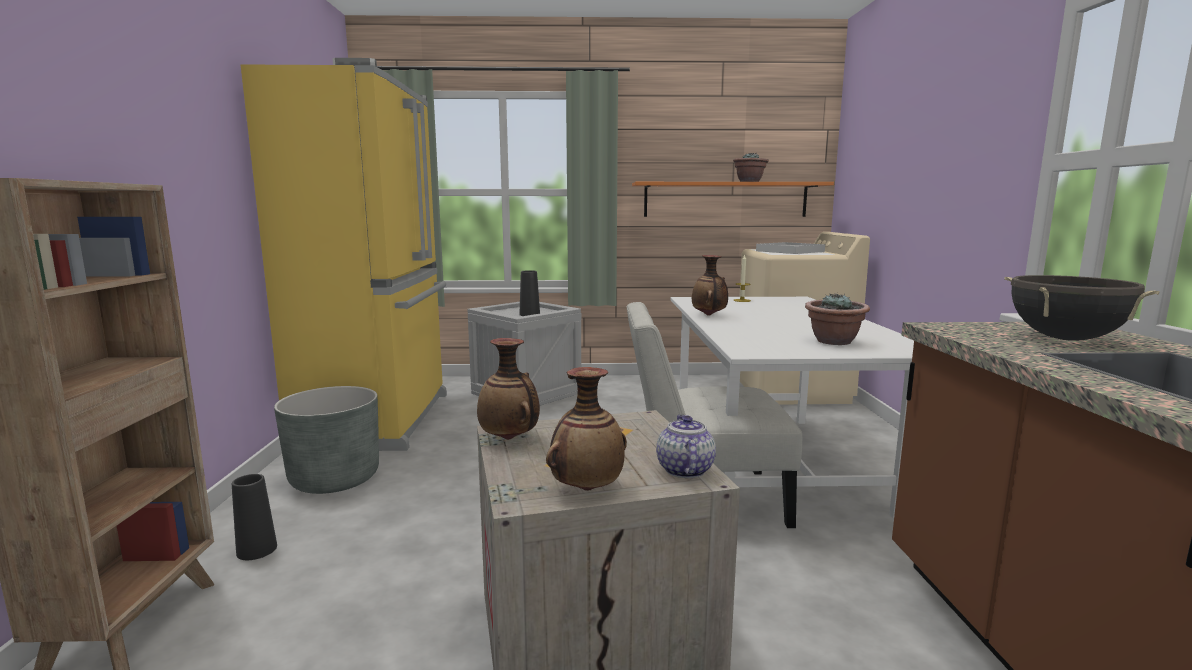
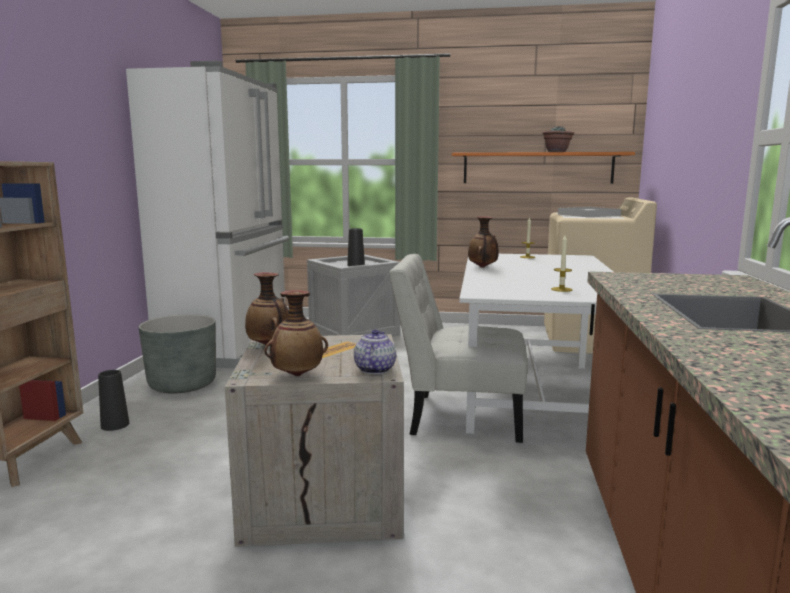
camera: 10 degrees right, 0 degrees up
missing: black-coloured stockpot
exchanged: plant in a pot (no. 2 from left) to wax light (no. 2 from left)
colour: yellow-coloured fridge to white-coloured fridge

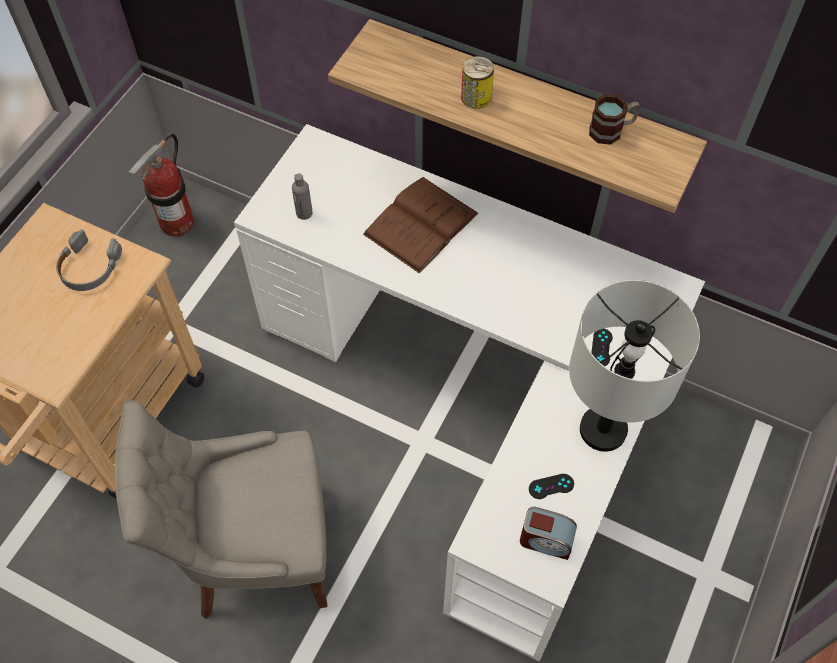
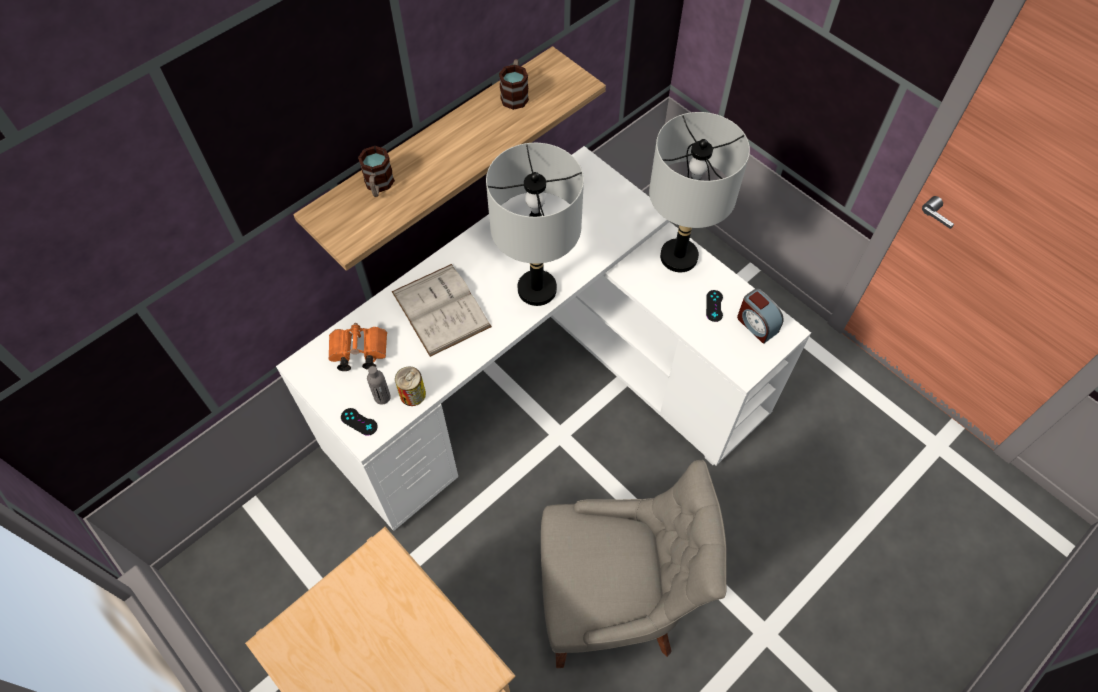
camera: 70 degrees left, 0 degrees up
missing: gray pair of headphones; fire-fighting cylinder
appeared: orange binoculars; tea mug (no. 1 from left); gray table lamp (no. 1 from left)
relocated: metal can; black-coloured joypad (no. 2 from left in the first image) to black-coloured joypad (no. 1 from left)
colour: brown volume to white-coloured volume
spun: gray plain chair 105 degrees counterclockwise; alarm clock 105 degrees clockwise

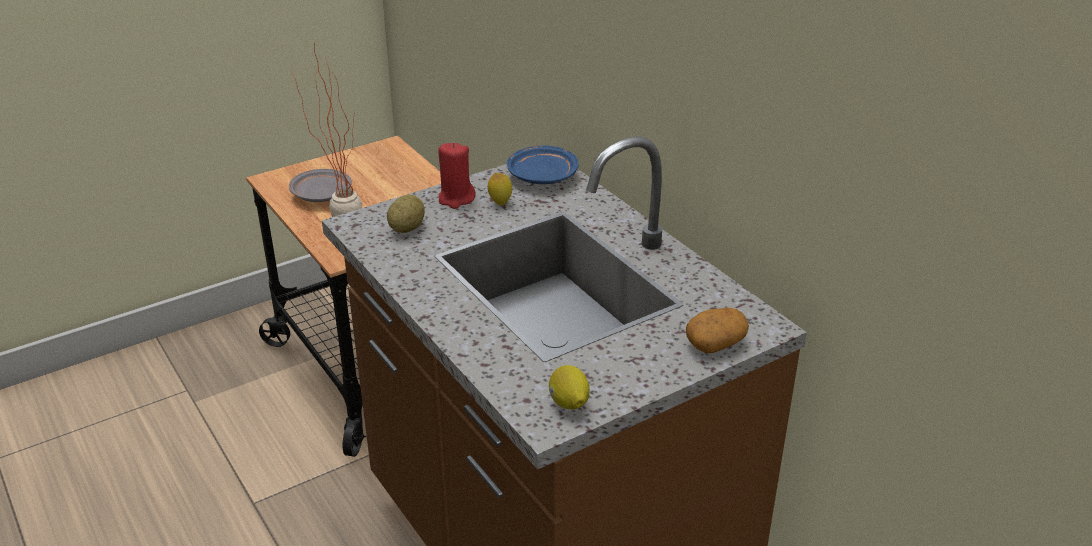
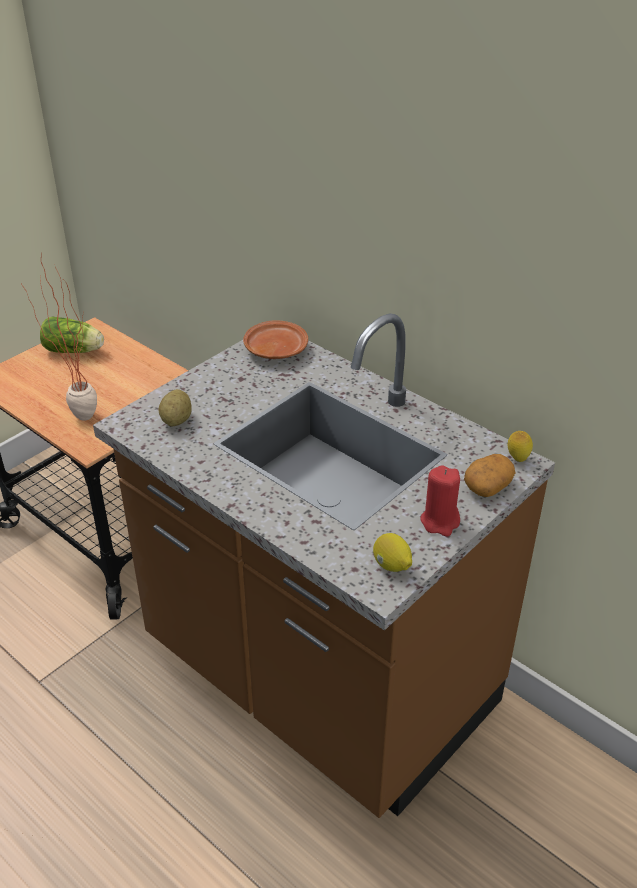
camera: 15 degrees left, 5 degrees up
missing: gray flat dish
appeared: head of lettuce
relocated: red wax light; whole lemon (no. 1 from left in the first image) to whole lemon (no. 2 from left)
colour: bluish flat dish to brown flat dish

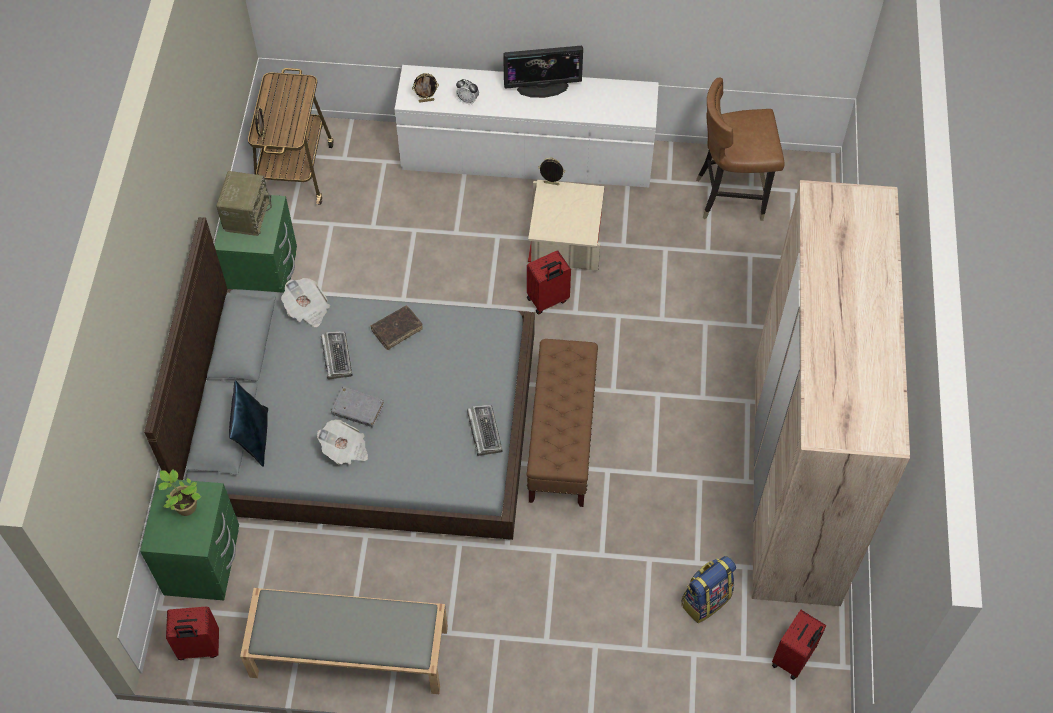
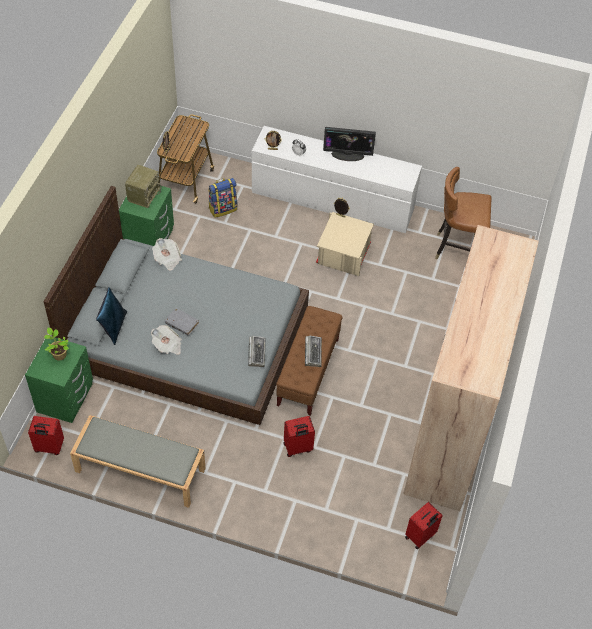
camera: 10 degrees right, 5 degrees down
missing: brown volume
relocated: PC keyboard (no. 1 from left in the first image) to PC keyboard (no. 2 from left); red travel case (no. 2 from left); knapsack

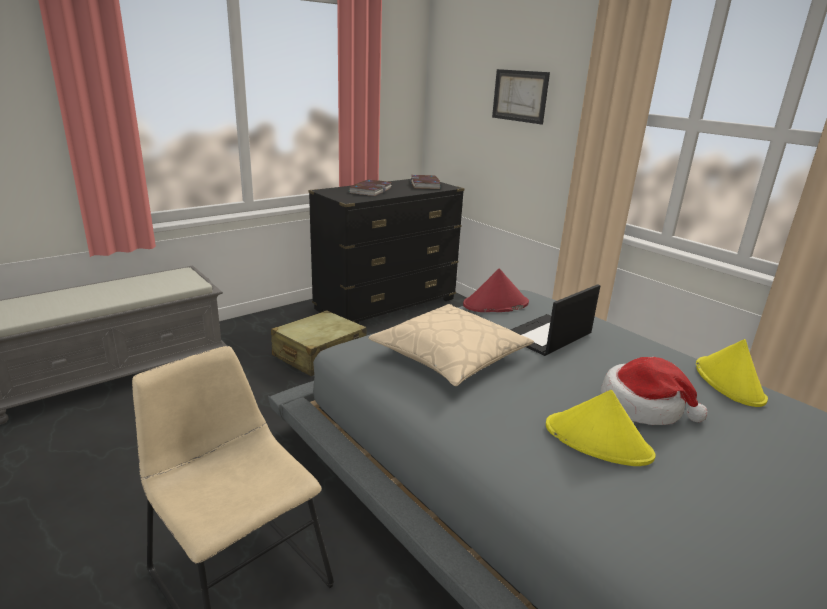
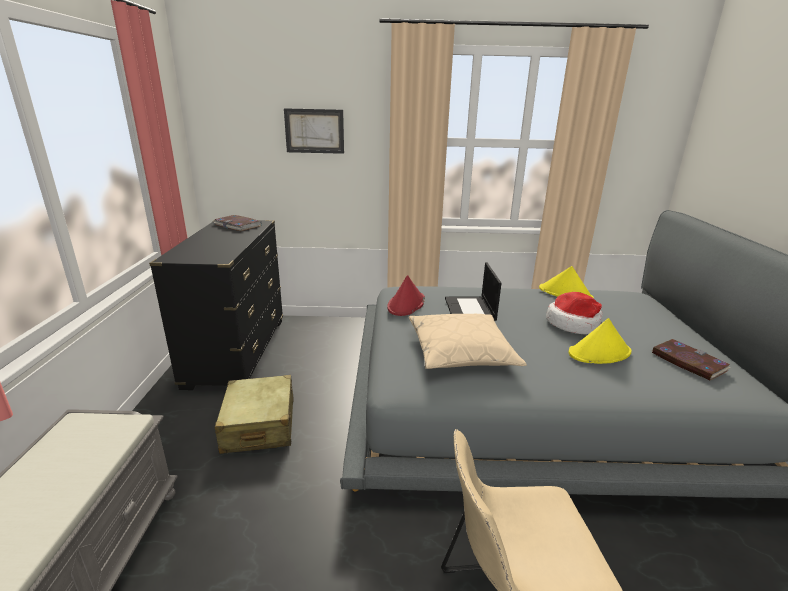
camera: 50 degrees left, 0 degrees up
relocated: volume (no. 1 from left in the first image) to volume (no. 2 from left)

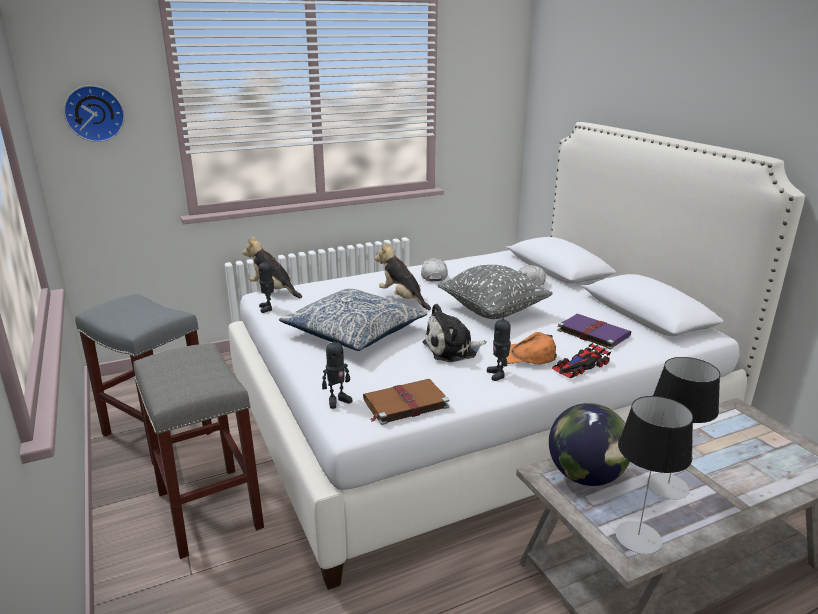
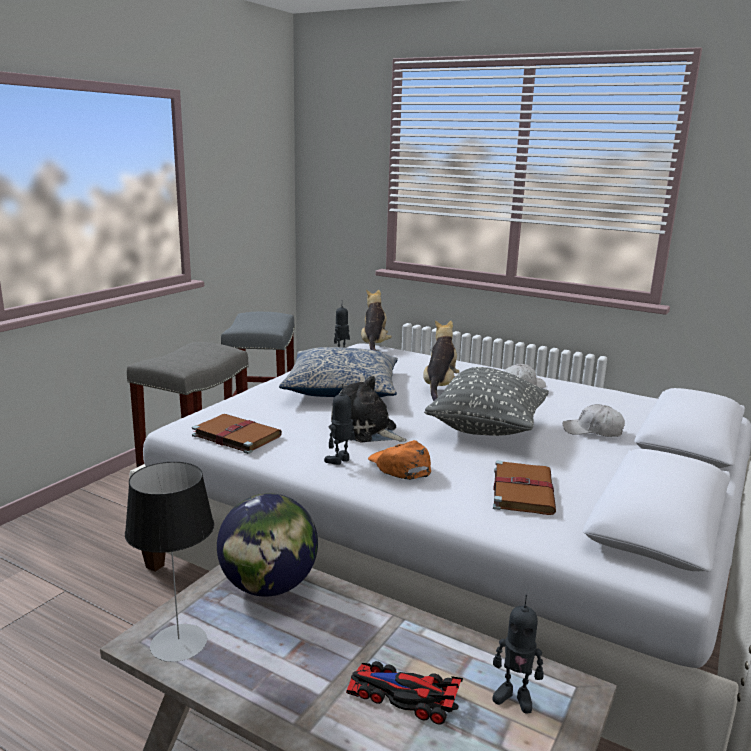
camera: 55 degrees right, 5 degrees down
missing: clock on the wall; table lamp (no. 2 from left)
relocated: toy robot (no. 2 from left in the first image) to toy robot (no. 3 from left); model car
colour: purplish volume to brown volume (no. 2 from left)

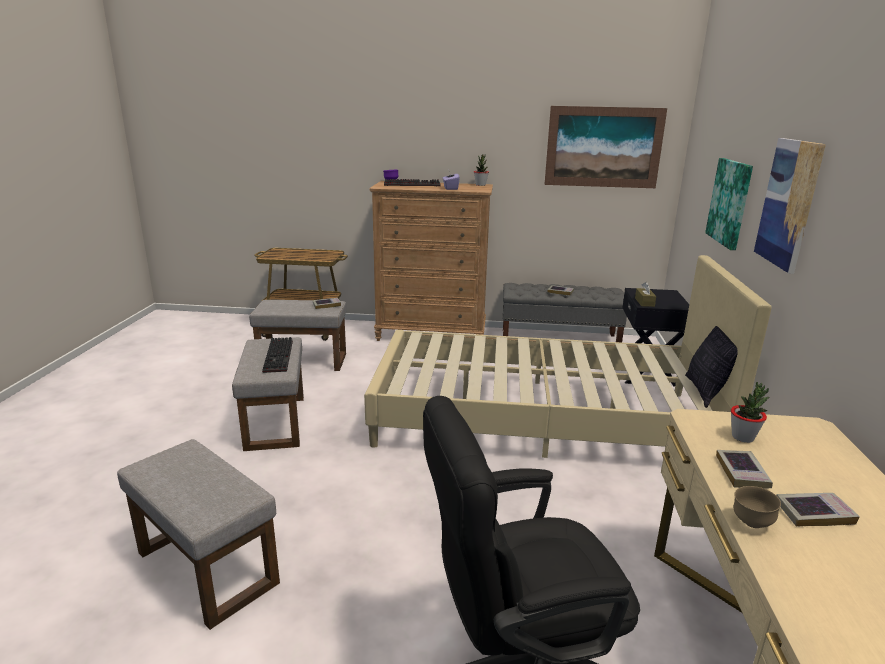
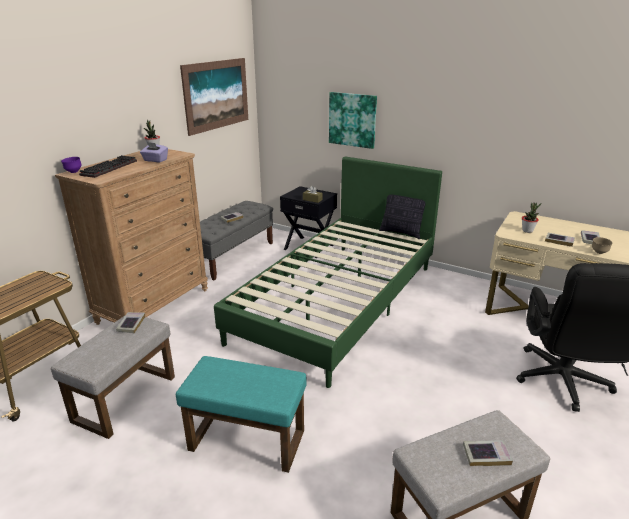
camera: 65 degrees left, 5 degrees up
missing: PC keyboard (no. 1 from left); wall picture (no. 3 from left)
appeared: volume (no. 3 from left)
colour: gray footrest (no. 2 from left) to turquoise footrest; sand-coloured sleeping bed to green sleeping bed

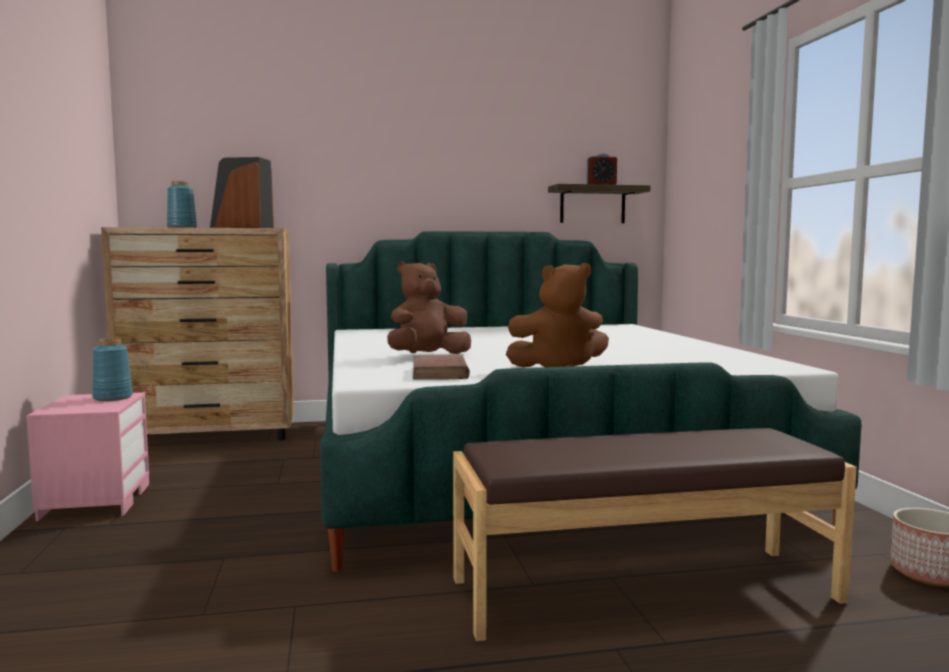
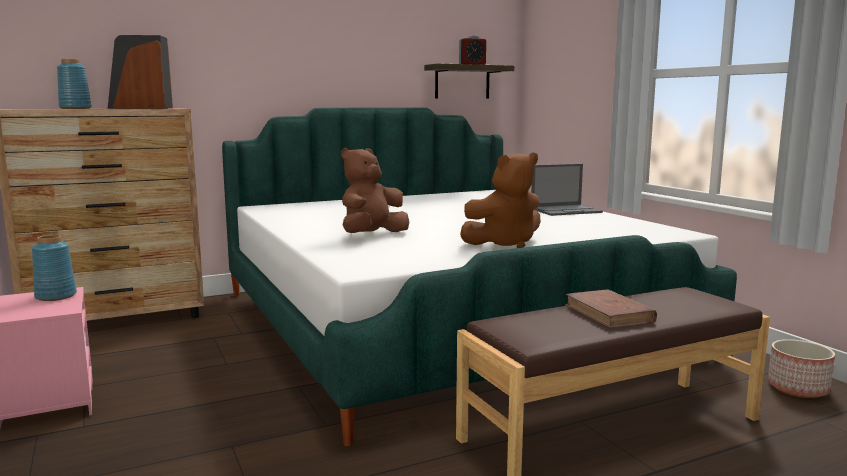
camera: 15 degrees left, 5 degrees up
appeared: notebook computer
relocated: brown volume

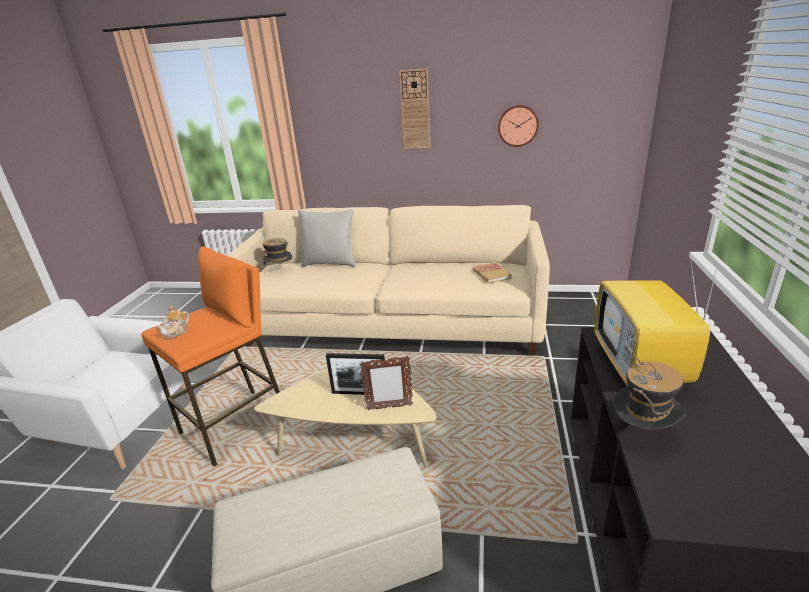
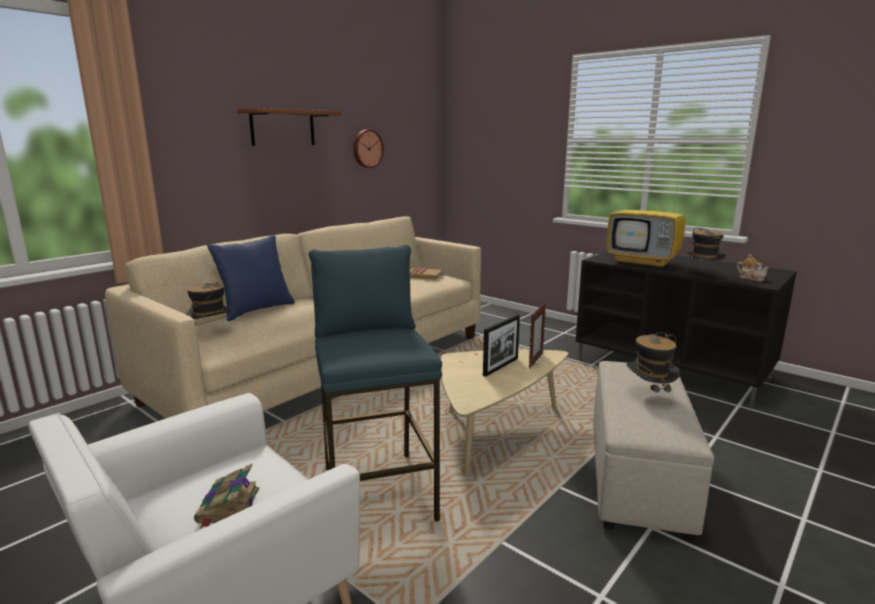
camera: 60 degrees left, 10 degrees down
appeared: volume (no. 1 from left); wearable hat (no. 2 from left)
relocated: tea pot
exchanged: clock on the wall (no. 1 from left) to shelf
colour: orange sitting stool to bluish sitting stool; gray pillow to bluish pillow

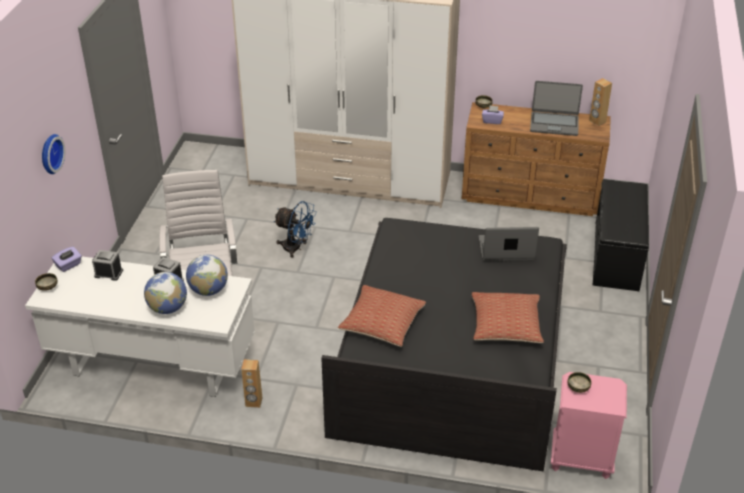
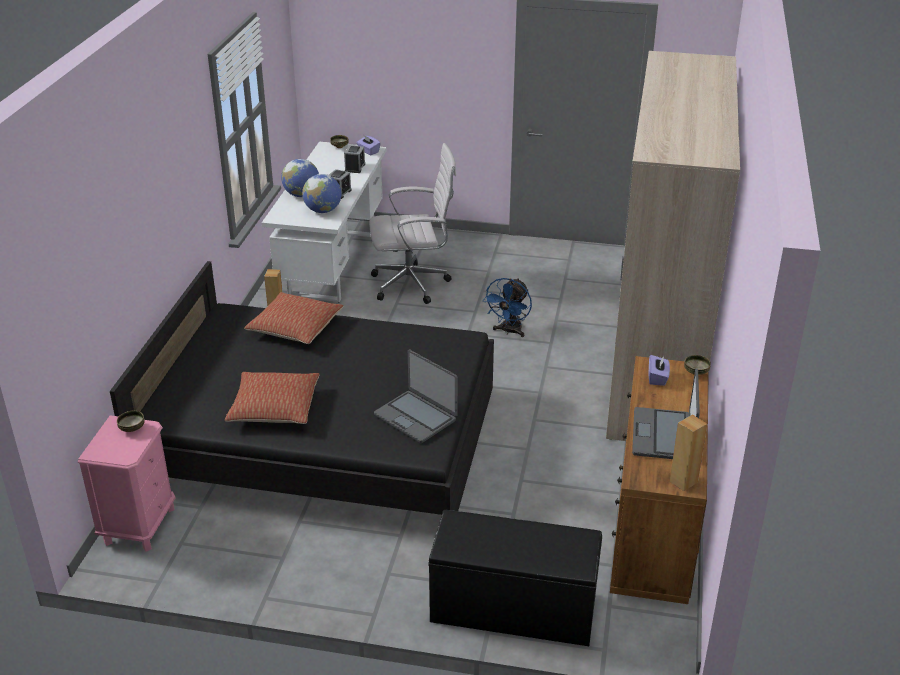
camera: 90 degrees right, 5 degrees down
missing: clock on the wall
spun: notebook computer (no. 1 from left) 135 degrees clockwise

